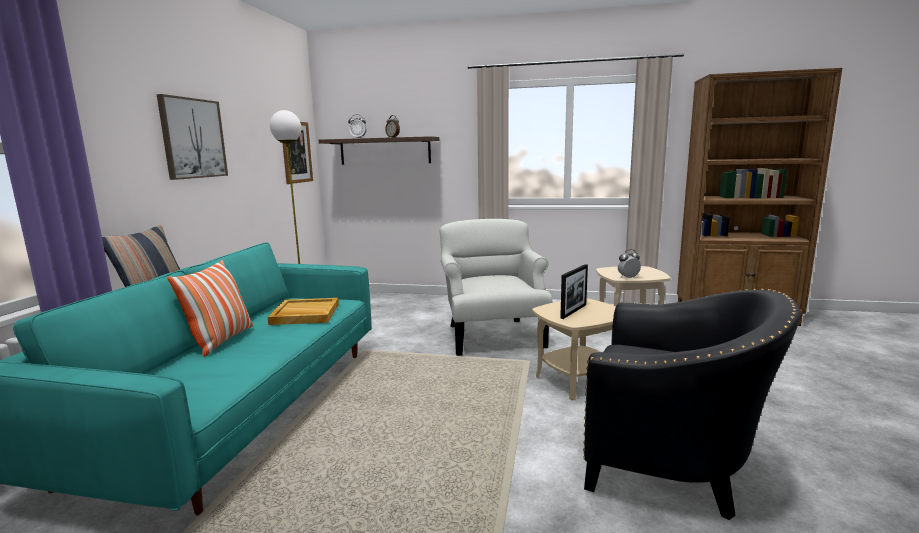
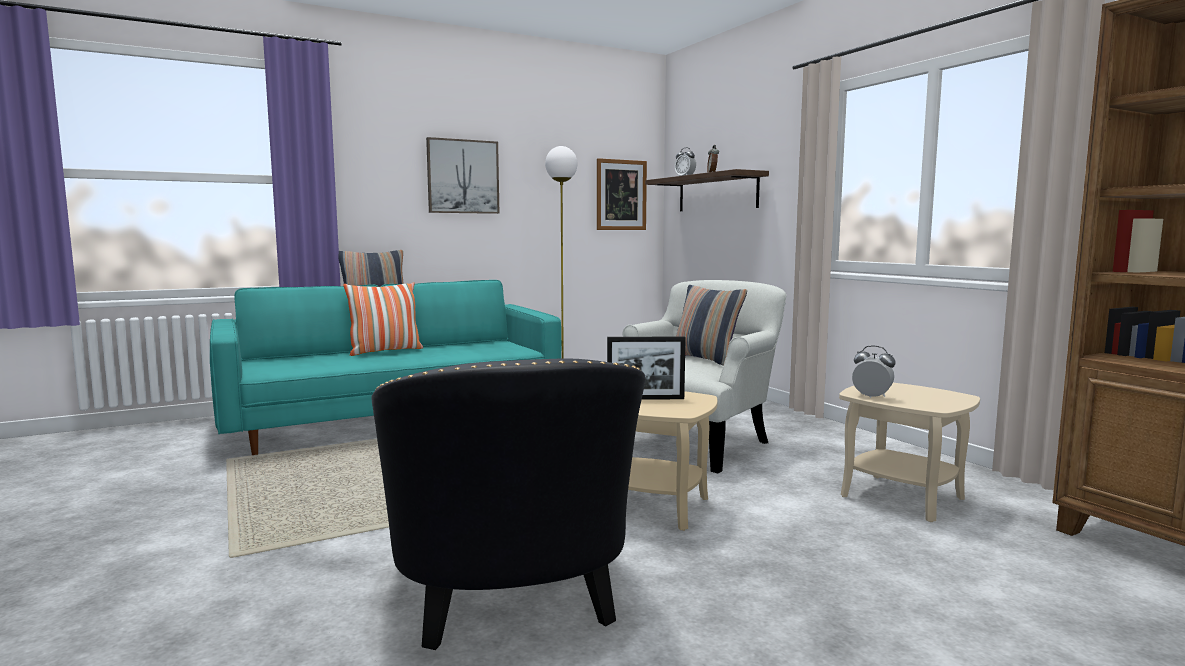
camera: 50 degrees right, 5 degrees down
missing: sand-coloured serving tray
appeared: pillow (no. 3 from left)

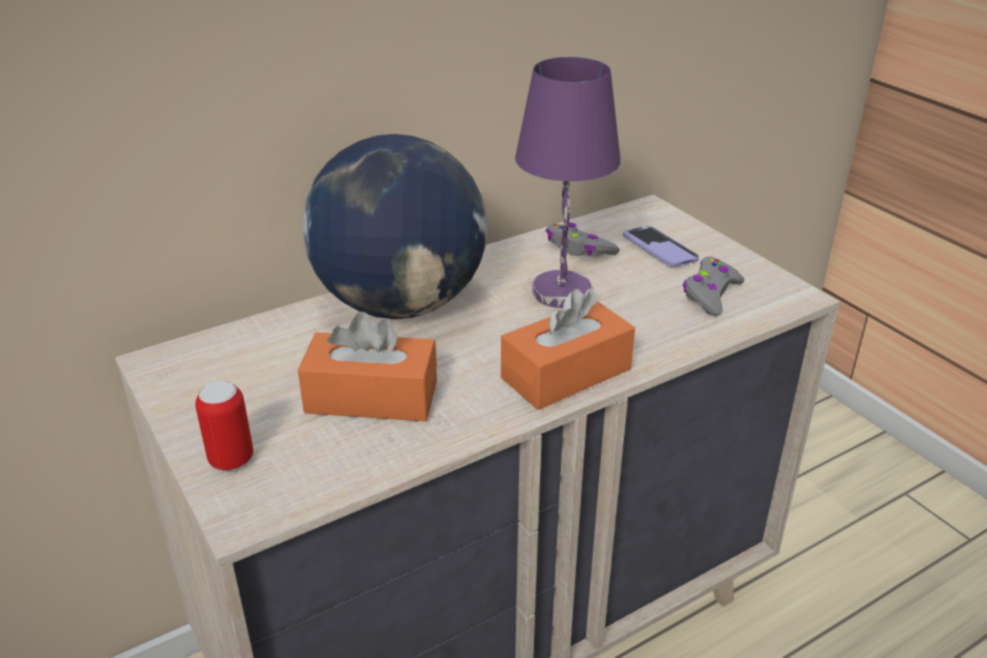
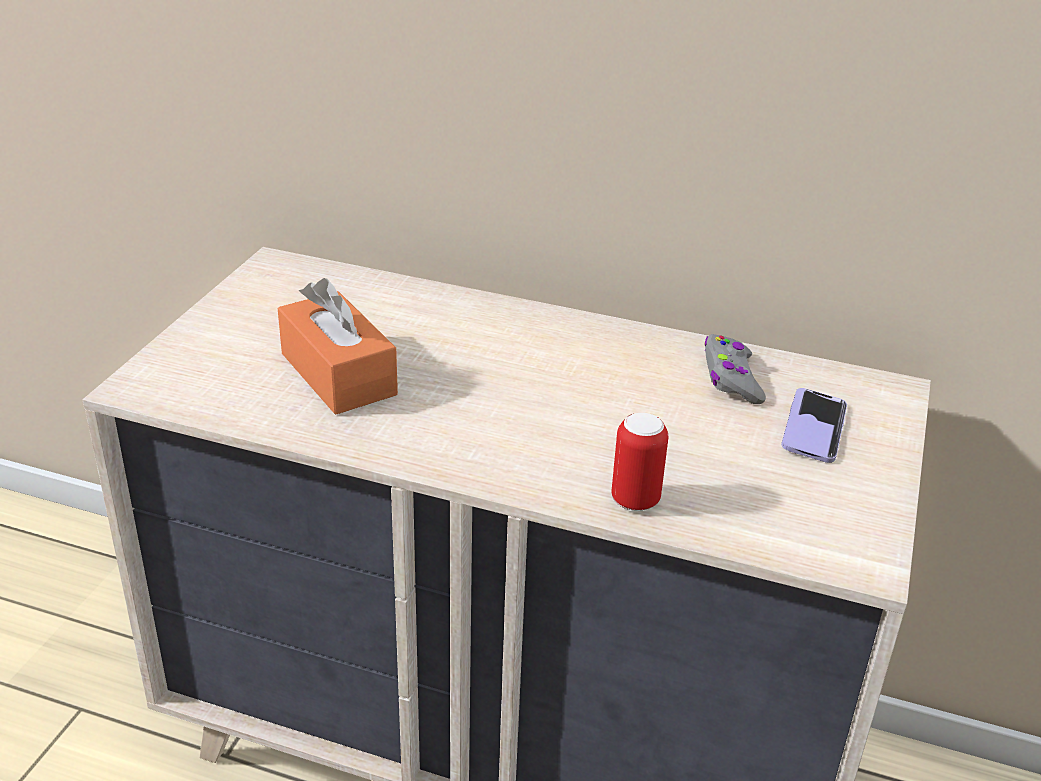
camera: 50 degrees right, 0 degrees up
missing: world globe; orange tissue holder (no. 2 from left); purplish table lamp; gray joypad (no. 2 from left)
relocated: metal can

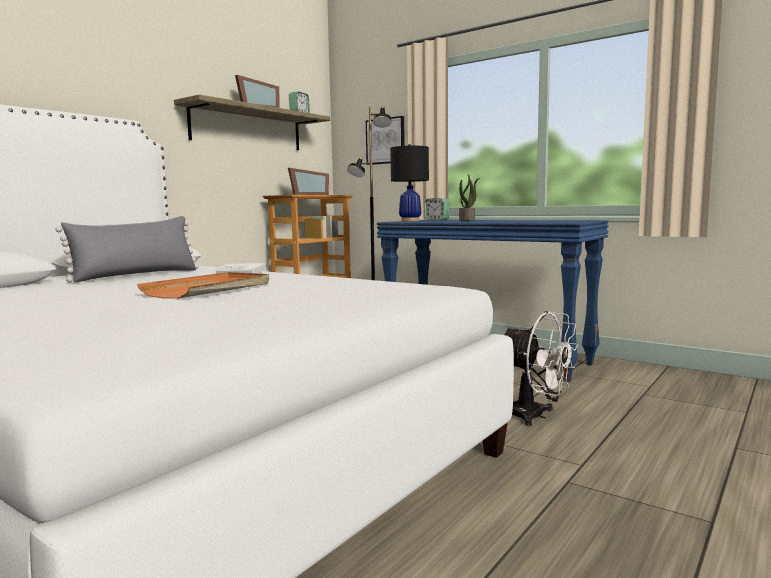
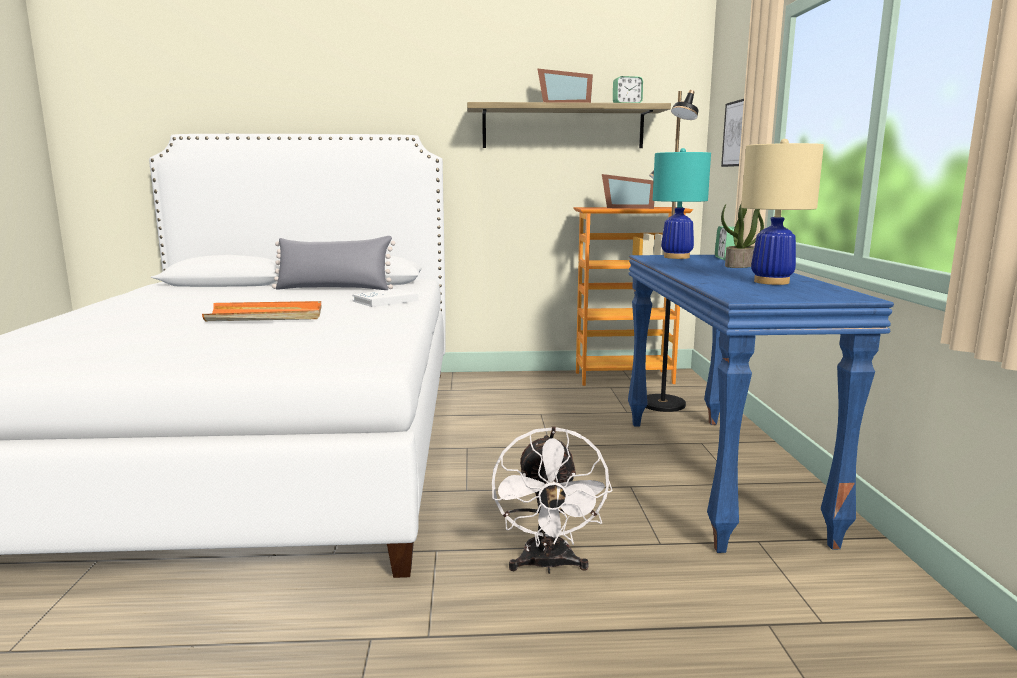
camera: 50 degrees right, 5 degrees up
appeared: sand-coloured table lamp
colour: black-coloured table lamp to turquoise table lamp

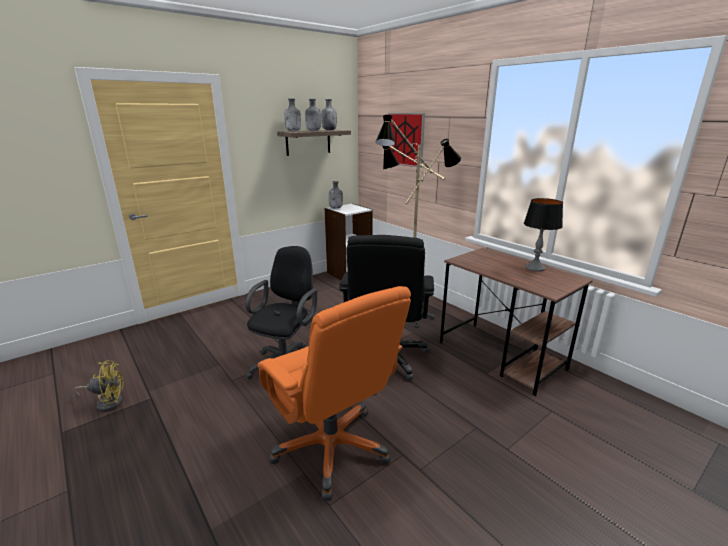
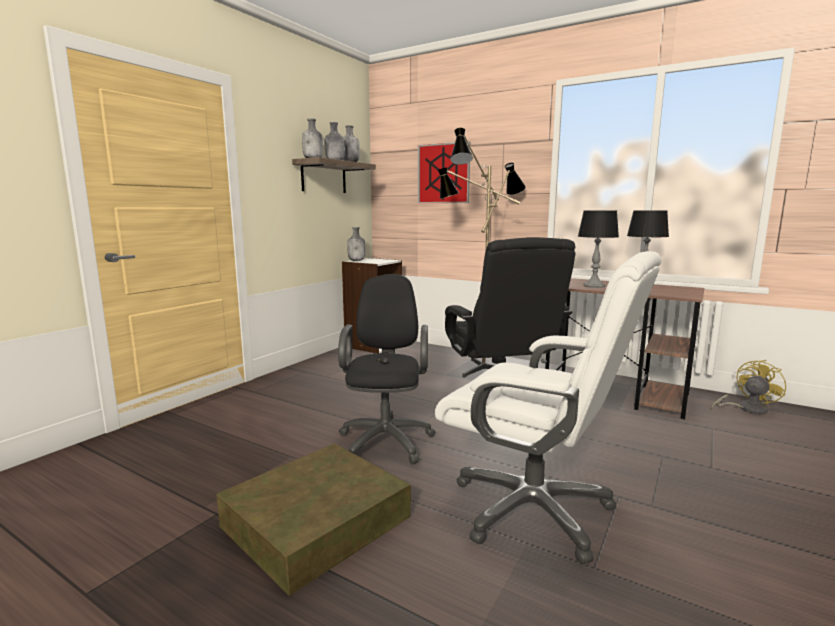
camera: 20 degrees left, 10 degrees down
appeared: brown storage container; table lamp (no. 1 from left)
relocated: yellow-coloured fan
colour: orange computer chair to white-coloured computer chair

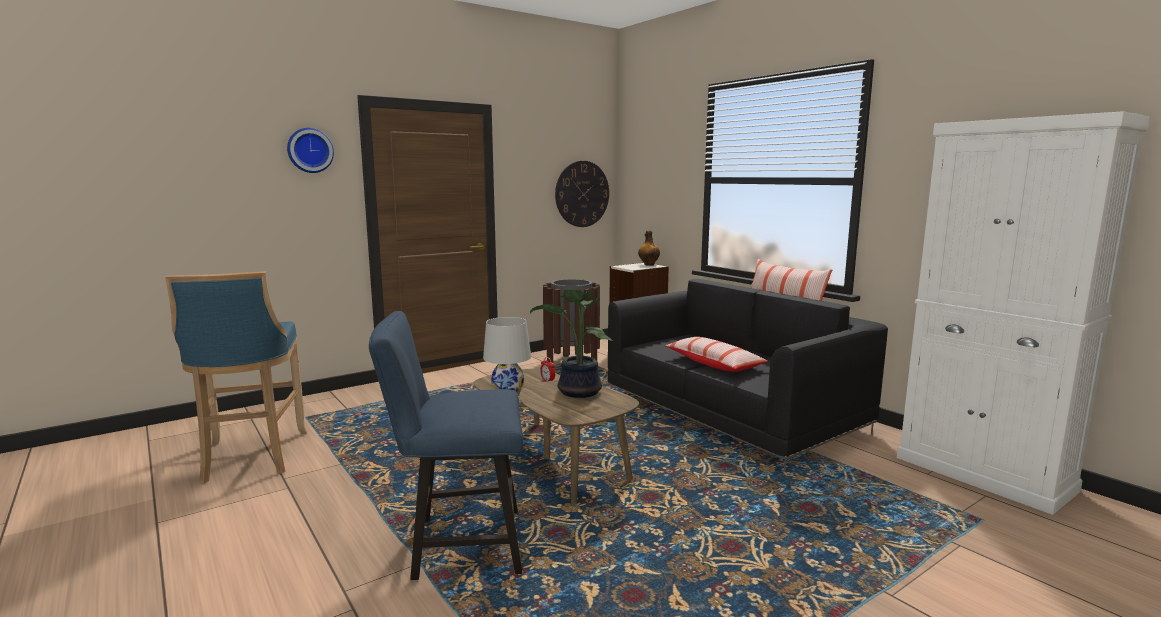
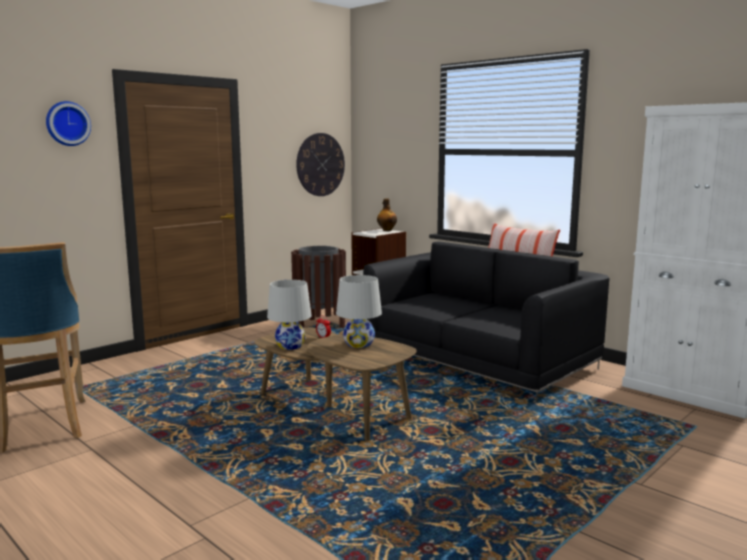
camera: 10 degrees left, 0 degrees up
missing: bluish plain chair; pillow (no. 1 from left)
exchanged: plant in a pot to white-coloured table lamp (no. 2 from left)

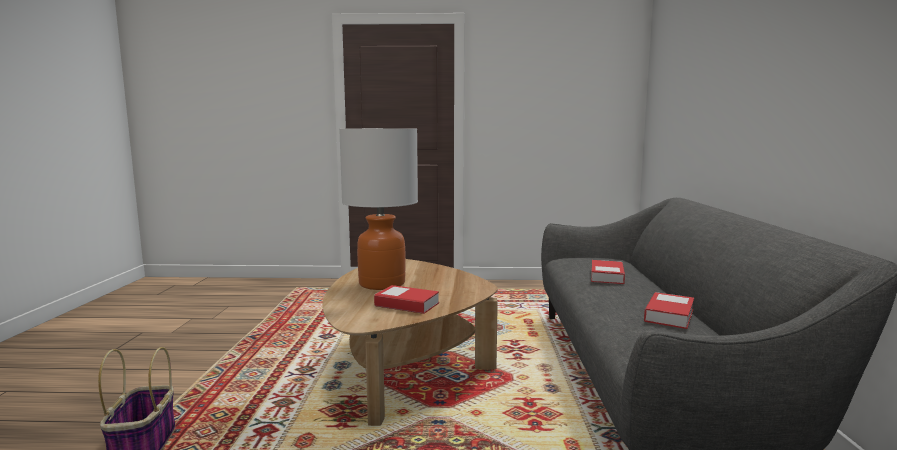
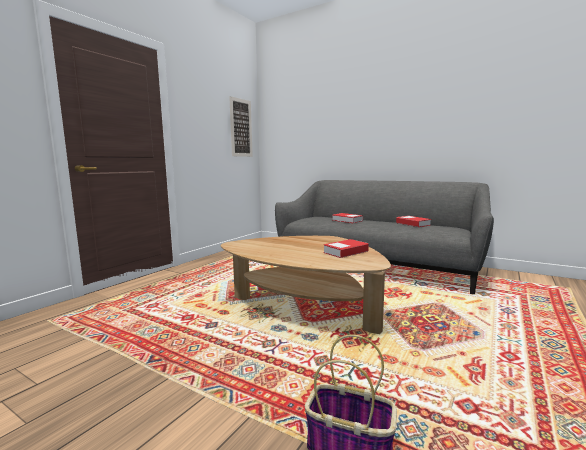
camera: 60 degrees left, 0 degrees up
missing: table lamp
appeared: wall picture

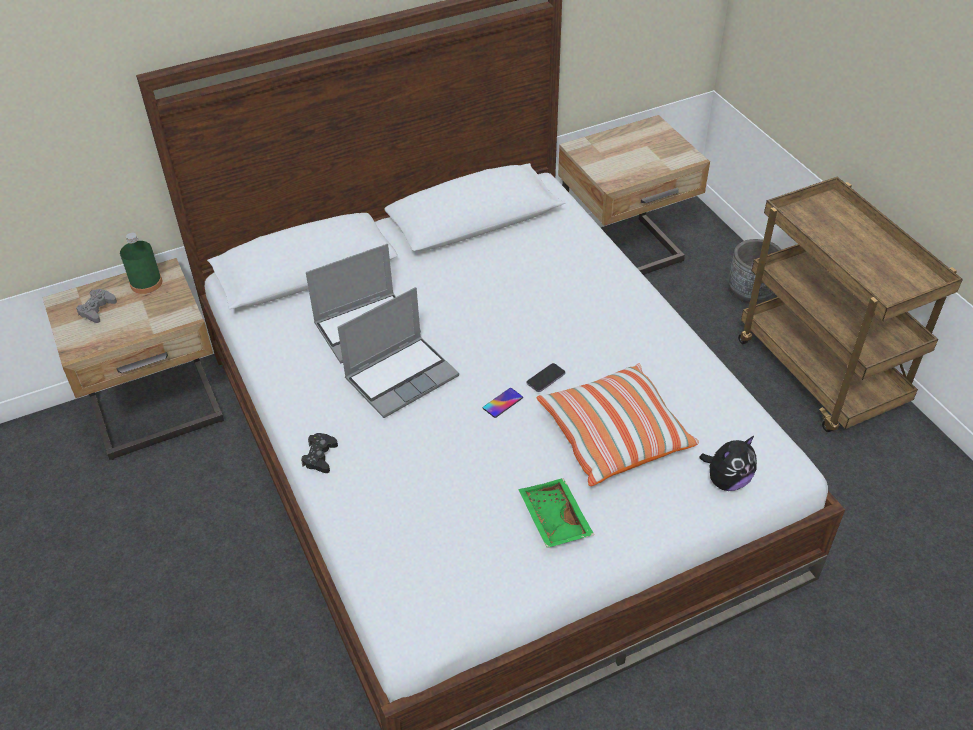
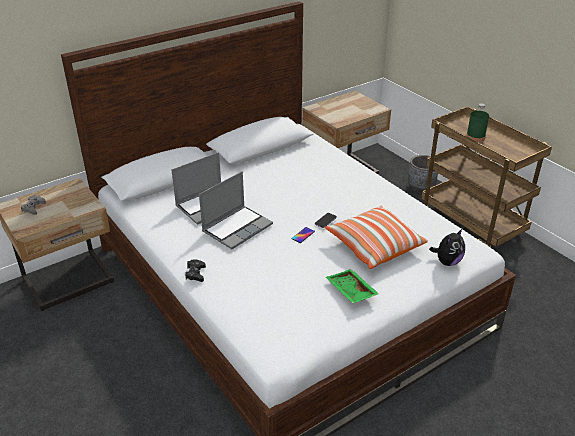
camera: 10 degrees left, 10 degrees down
relocated: green beverage bottle

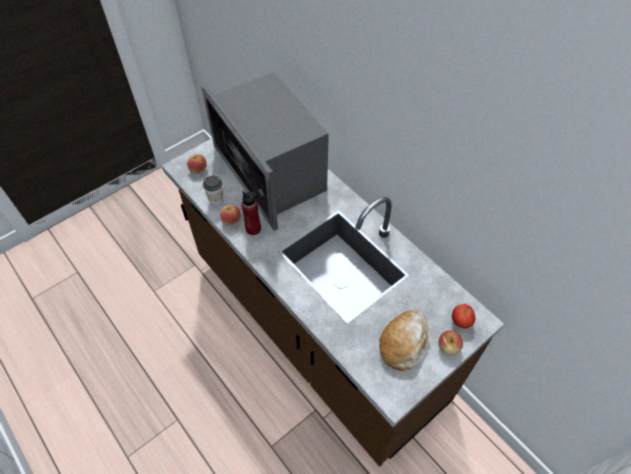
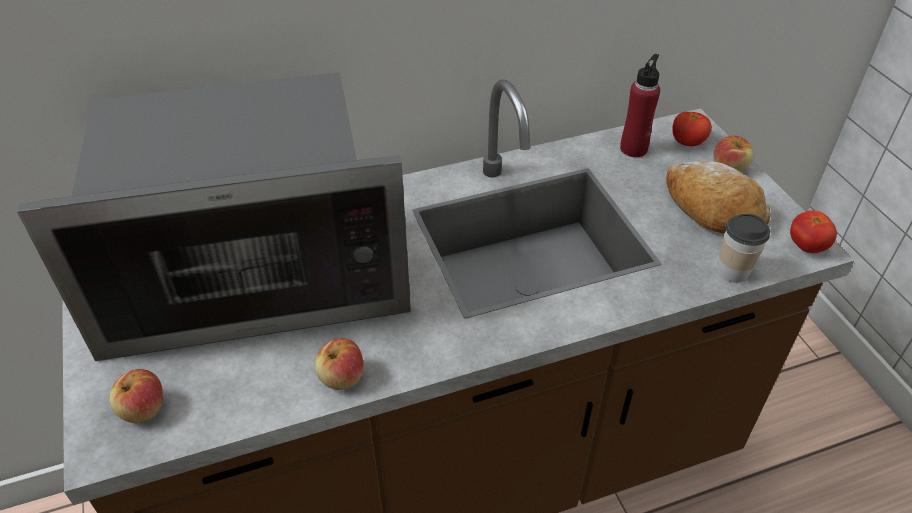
camera: 70 degrees left, 10 degrees down
appeared: tomato (no. 2 from left)
relocated: cup; red beverage bottle

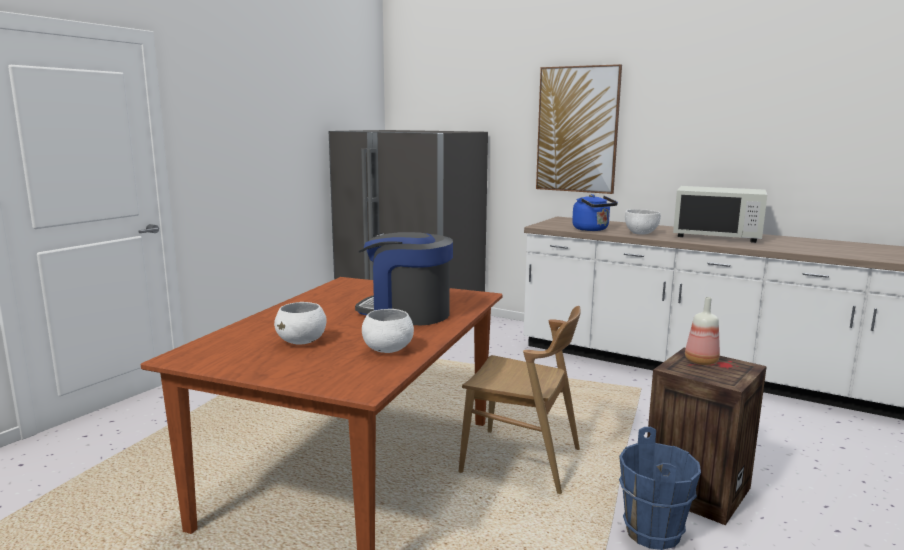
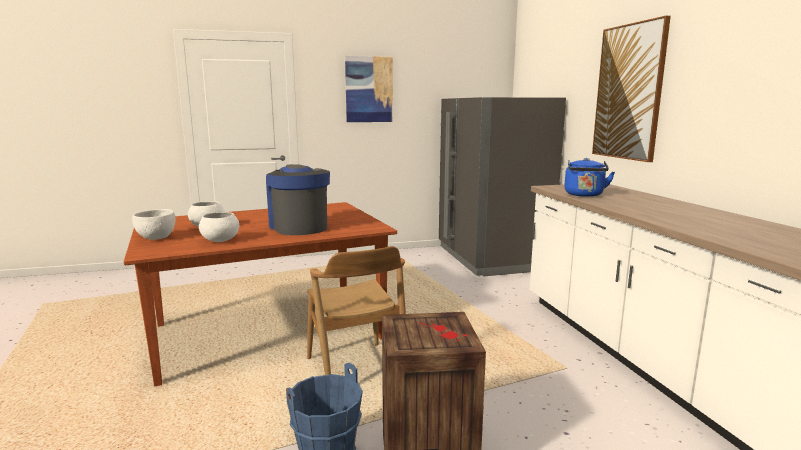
camera: 45 degrees right, 0 degrees up
missing: white-coloured kitchen microwave; beverage bottle
appeared: wall picture (no. 1 from left)
relocated: white-coloured deep dish (no. 3 from left in the first image) to white-coloured deep dish (no. 1 from left)

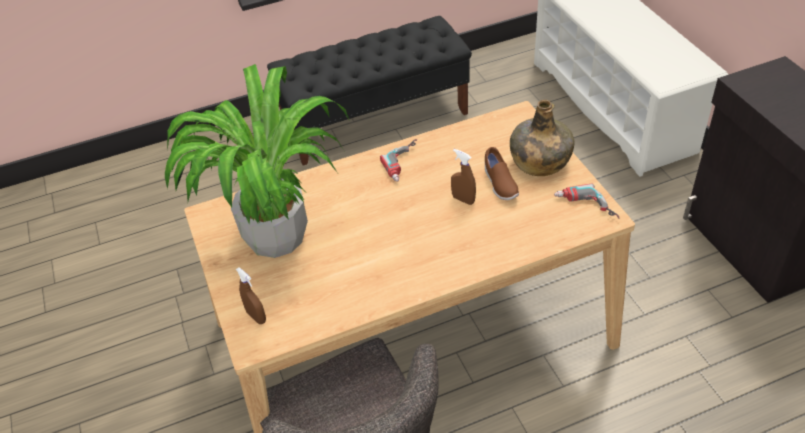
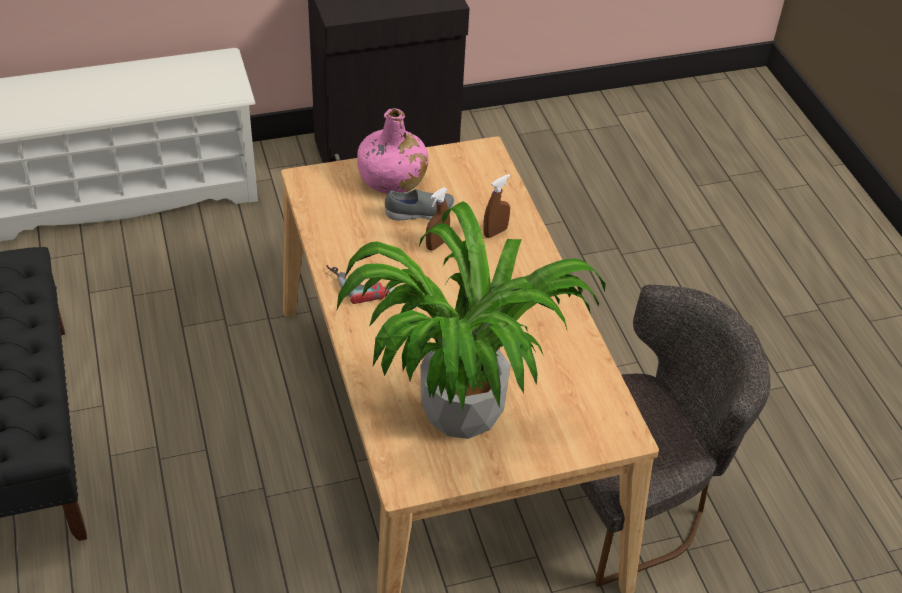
camera: 90 degrees left, 0 degrees up
missing: electric drill (no. 2 from left)
relocated: brown hand sprayer (no. 1 from left in the first image) to brown hand sprayer (no. 2 from left)
colour: brown item of footwear to gray item of footwear; green beverage bottle to pinkish beverage bottle

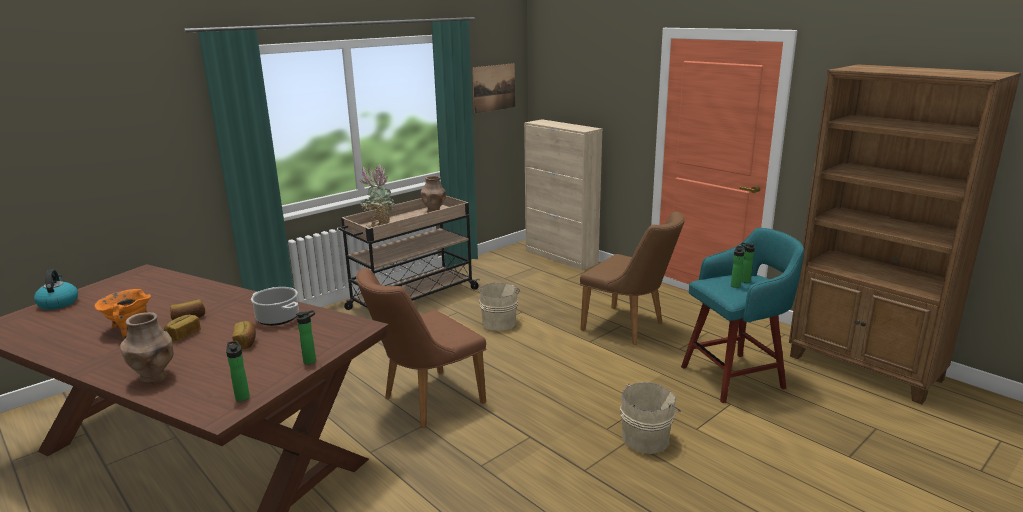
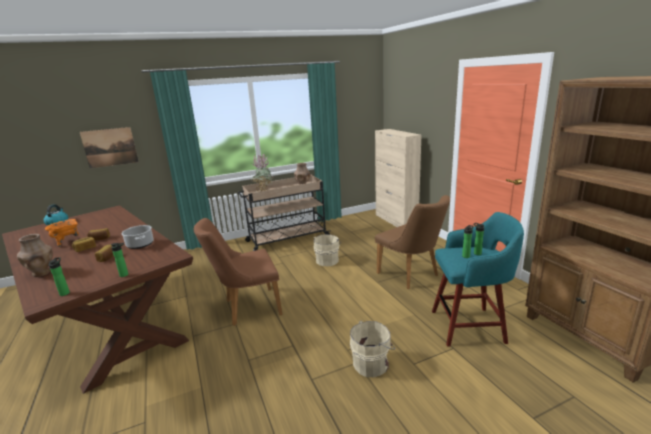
camera: 20 degrees right, 0 degrees up
relocated: wall picture

